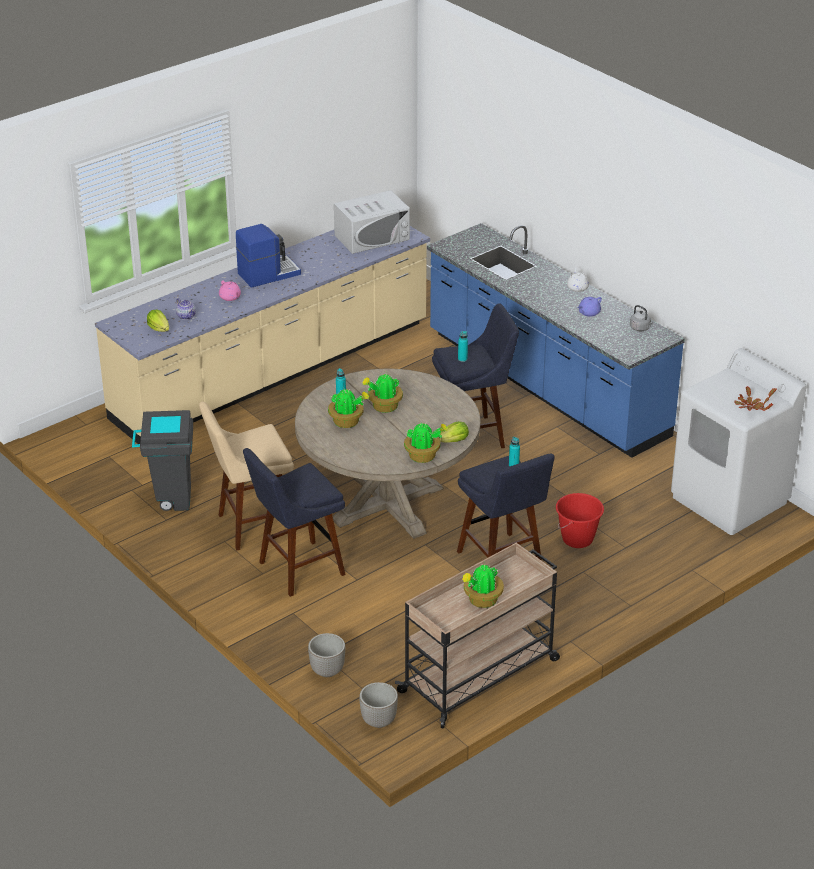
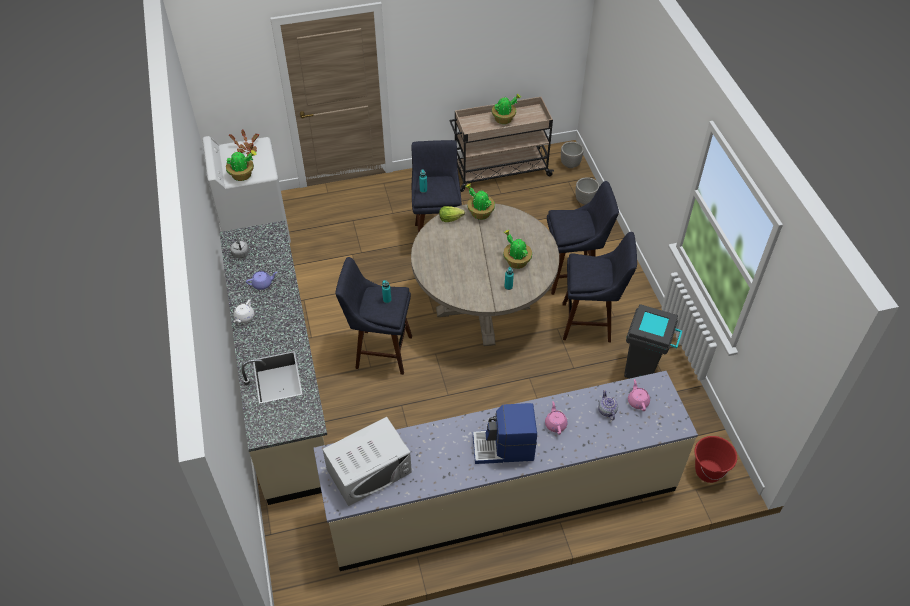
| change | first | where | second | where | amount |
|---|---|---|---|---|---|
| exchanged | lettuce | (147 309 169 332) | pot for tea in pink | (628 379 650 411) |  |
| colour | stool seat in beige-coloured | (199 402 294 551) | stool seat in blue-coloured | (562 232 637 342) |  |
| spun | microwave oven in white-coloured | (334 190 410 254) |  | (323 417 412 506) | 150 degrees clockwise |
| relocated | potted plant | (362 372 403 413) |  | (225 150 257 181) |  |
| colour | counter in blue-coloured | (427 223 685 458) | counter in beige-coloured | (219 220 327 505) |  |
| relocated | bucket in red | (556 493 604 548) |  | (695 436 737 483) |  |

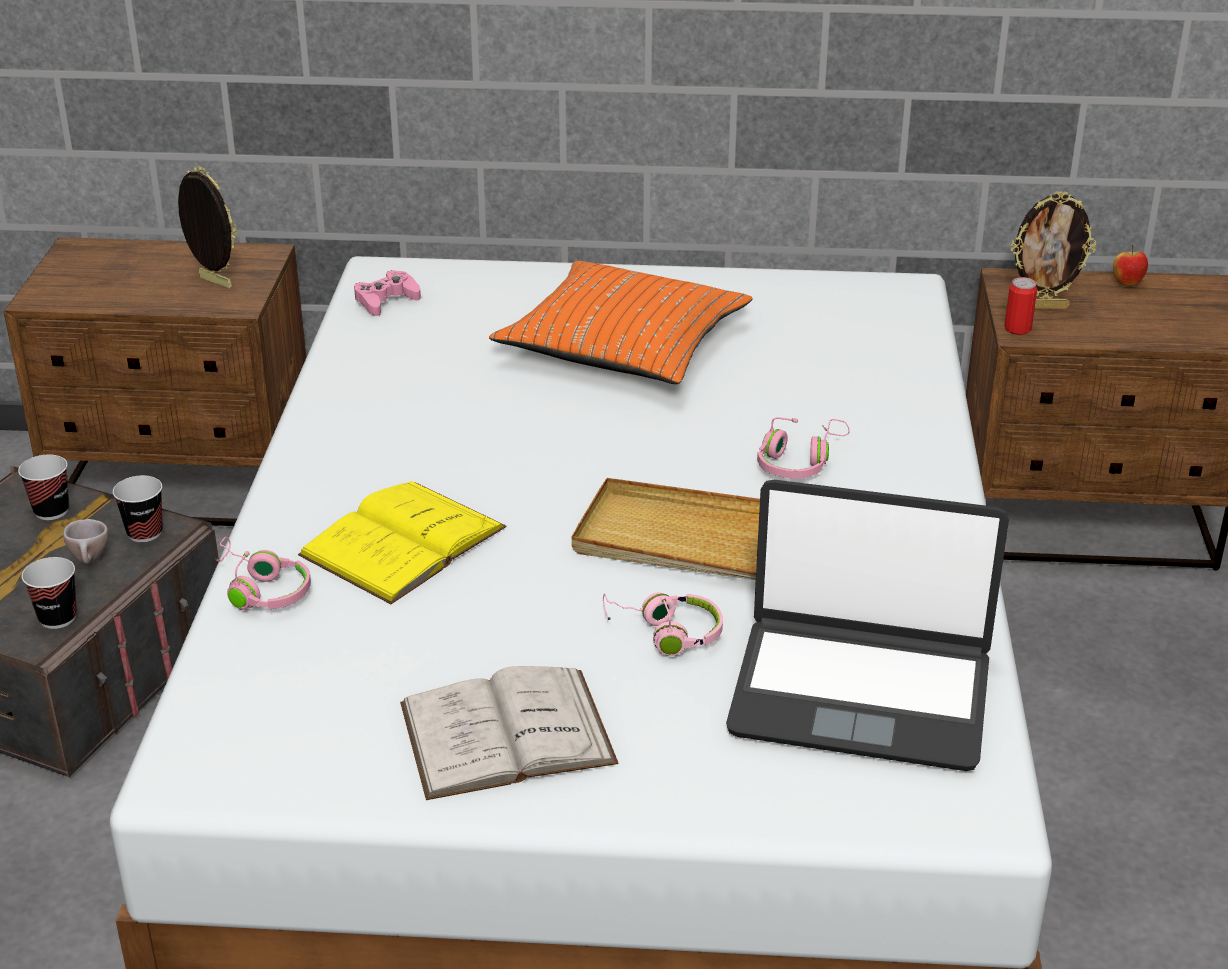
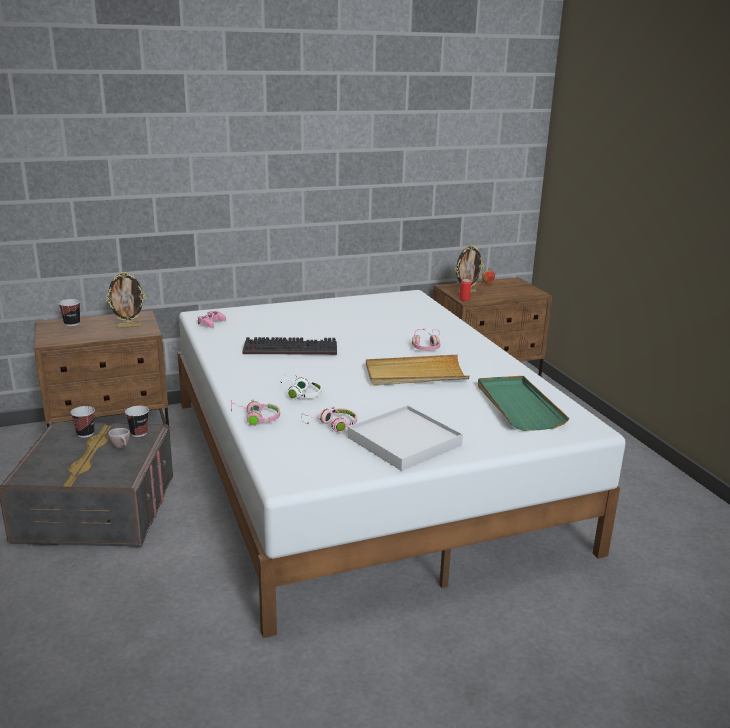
| change | first | where | second | where | amount |
|---|---|---|---|---|---|
| relocated | small cup | (21 557 77 629) |  | (59 299 80 326) |  |
| spun | picture frame | (178 166 237 289) |  | (106 272 146 328) | 150 degrees clockwise |
| exchanged | book in yellowish | (298 481 506 604) | headphones in white-coloured | (280 373 322 399) |  |
| exchanged | book in white-coloured | (400 666 618 800) | tray in white-coloured | (348 405 463 471) |  |
| missing | cushion in orangey | (489 261 753 384) |  |  |  |
| relocated | headphones in pink | (603 593 723 656) |  | (301 406 357 432) |  |
| exchanged | laptop | (726 480 1009 771) | tray in greenish | (478 376 569 431) |  |
| appeared |  |  | keyboard | (242 337 337 355) |  |

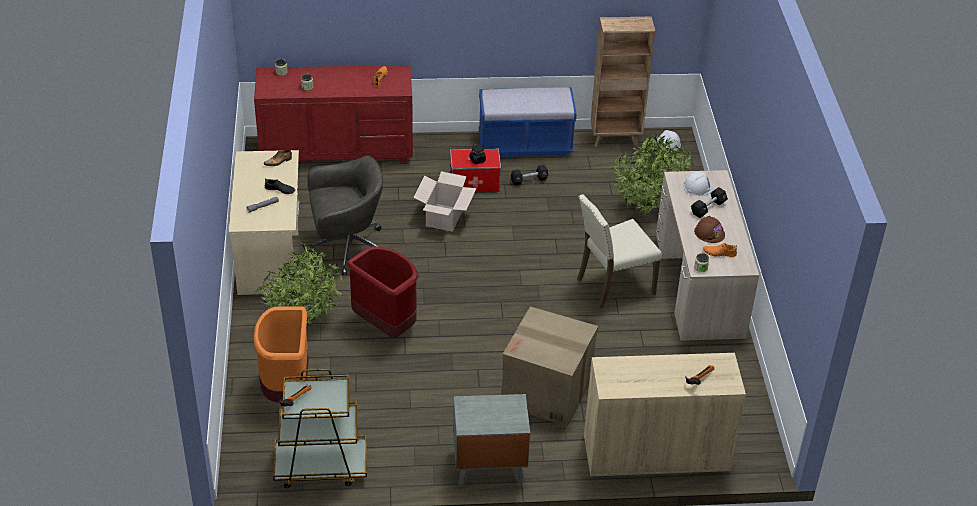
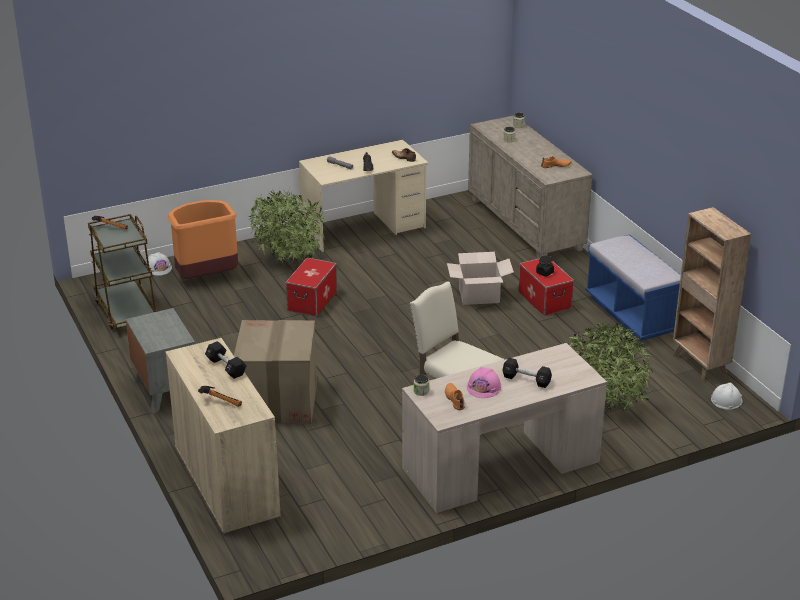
| change | first | where | second | where | amount |
|---|---|---|---|---|---|
| colour | chest of drawers in red | (254 65 413 164) | chest of drawers in beige-coloured | (468 115 593 259) |  |
| missing | office chair in grey | (307 156 383 275) |  |  |  |
| exchanged | rubbish bin in red | (347 246 418 338) | storage box | (286 258 337 317) |  |
| relocated | hand weight in blackish | (511 165 548 186) |  | (205 341 247 379) |  |
| relocated | hard hat in white-coloured | (683 172 713 196) |  | (146 252 172 276) |  |
| colour | hard hat in brownish | (694 216 725 243) | hard hat in pink | (467 367 501 398) |  |

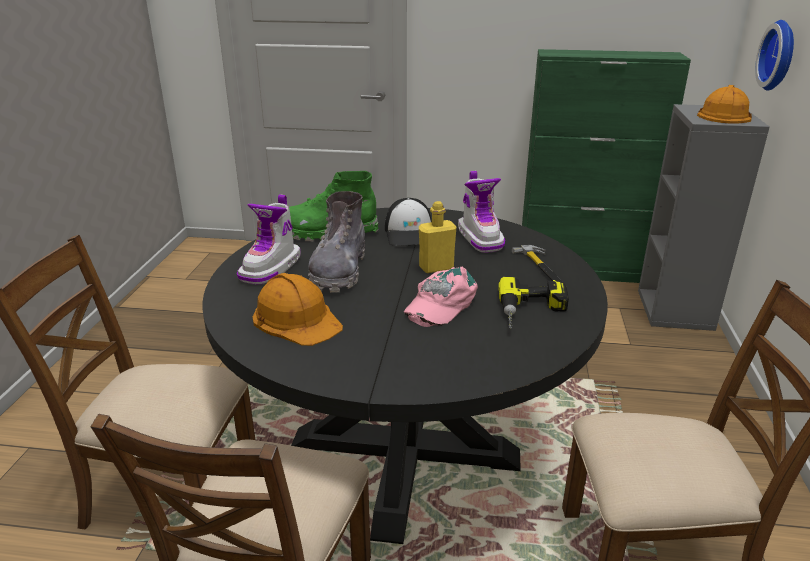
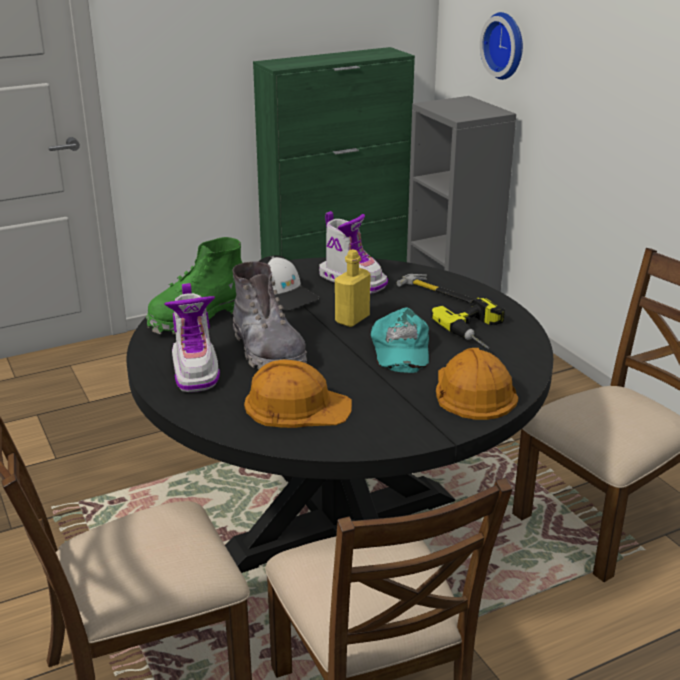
| change | first | where | second | where | amount |
|---|---|---|---|---|---|
| colour | peaked cap in pink | (404 267 478 327) | peaked cap in blue-green | (371 308 429 373) |  |
| relocated | hard hat in orangey | (697 85 752 124) |  | (436 348 518 420) |  |

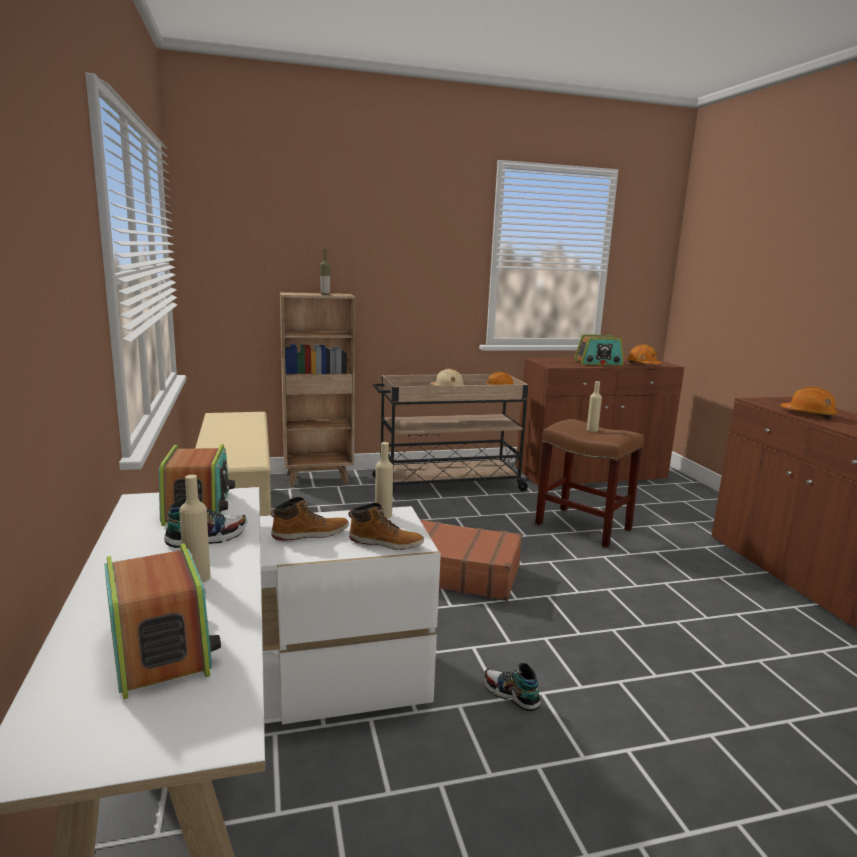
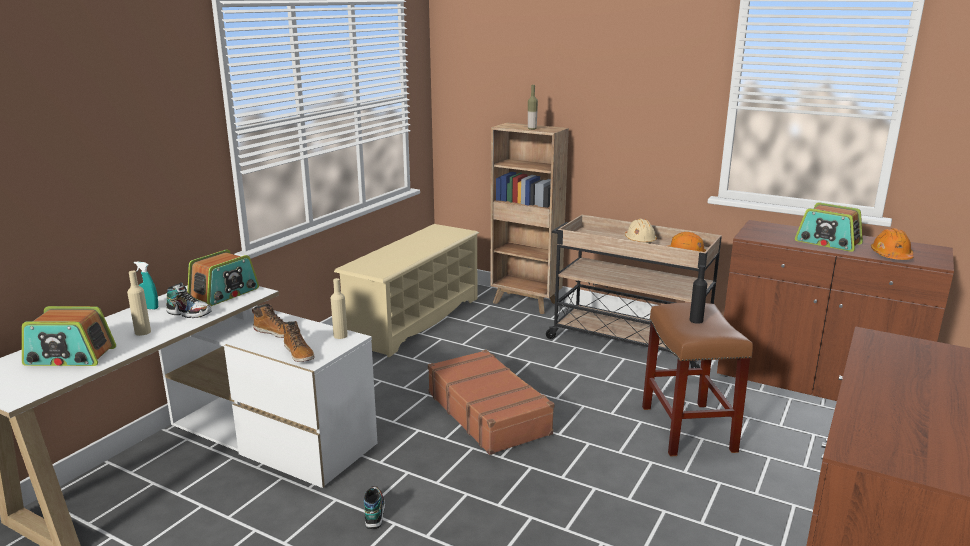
| change | first | where | second | where | amount |
|---|---|---|---|---|---|
| spun | radio | (104 543 221 700) |  | (22 306 116 366) | 75 degrees clockwise |
| colour | beverage bottle in beige-coloured | (587 381 602 432) | beverage bottle in blackish | (689 265 707 324) |  |
| missing | hard hat in orangey | (780 387 838 419) |  |  |  |
| appeared |  |  | spray bottle in blue-green | (134 261 158 310) |  |

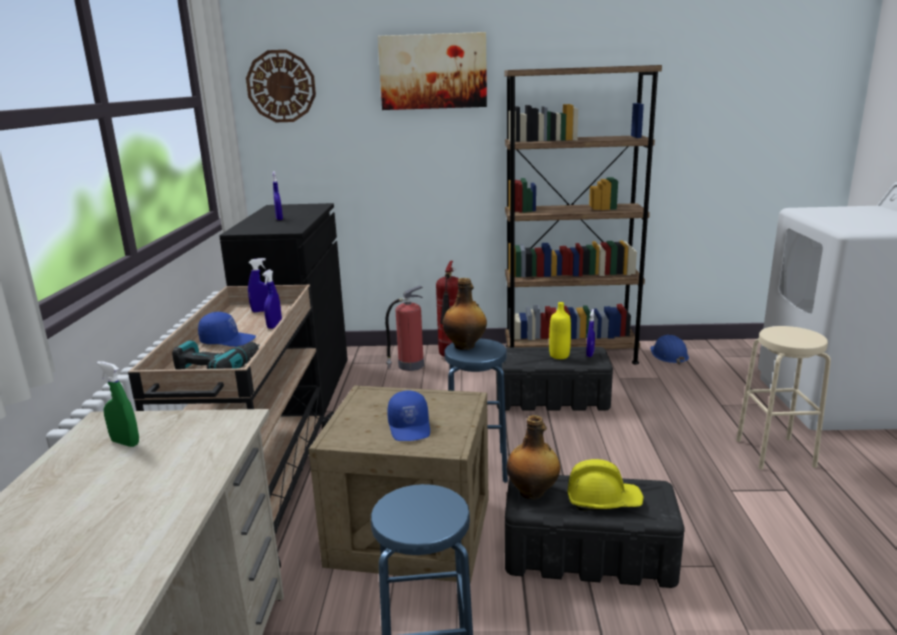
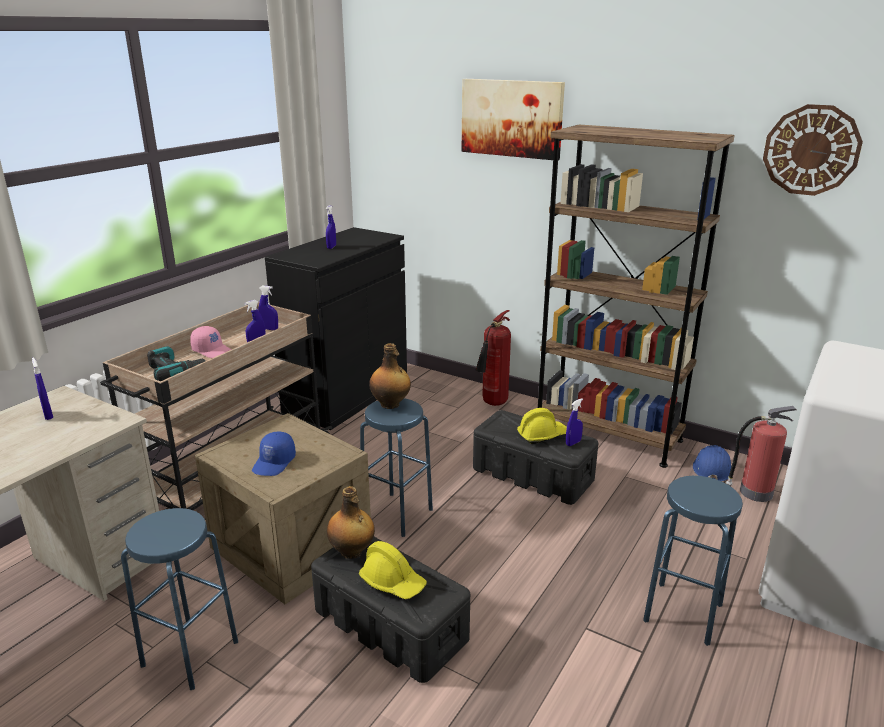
| change | first | where | second | where | amount |
|---|---|---|---|---|---|
| colour | spray bottle in greenish | (97 361 139 447) | spray bottle in blue-coloured | (32 358 53 420) |  |
| colour | peaked cap in blue-coloured | (198 312 256 347) | peaked cap in pink | (190 326 231 358) |  |
| relocated | hanging clock | (246 50 316 122) |  | (763 104 863 196) |  |
| relocated | fire-fighting cylinder | (385 285 424 371) |  | (726 406 796 502) |  |
| exchanged | beverage bottle in yellowish | (549 302 571 359) | hard hat in yellowish | (517 408 567 444) |  |
| colour | stool seat in beige-coloured | (736 326 831 470) | stool seat in blue-coloured | (643 476 743 646) |  |

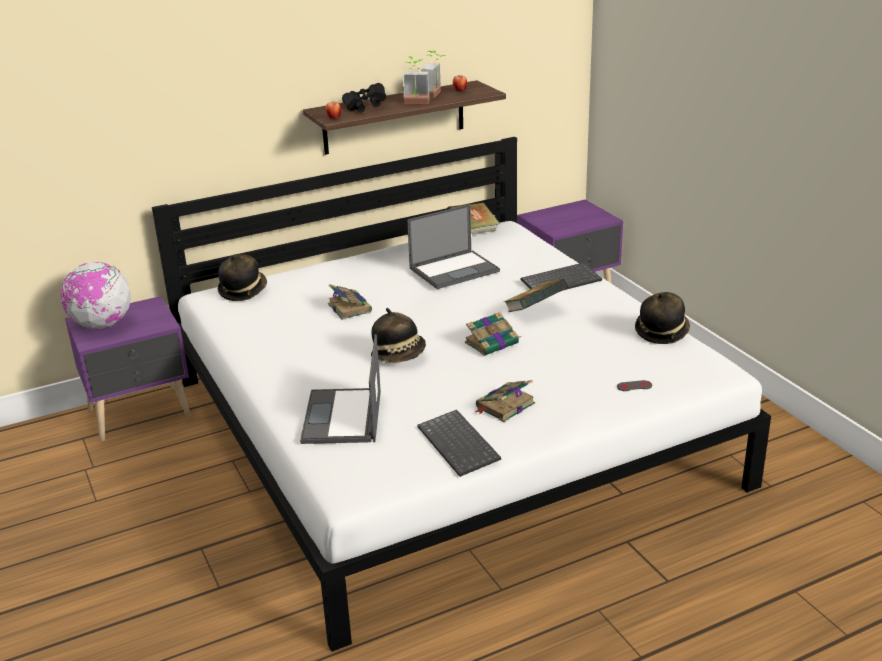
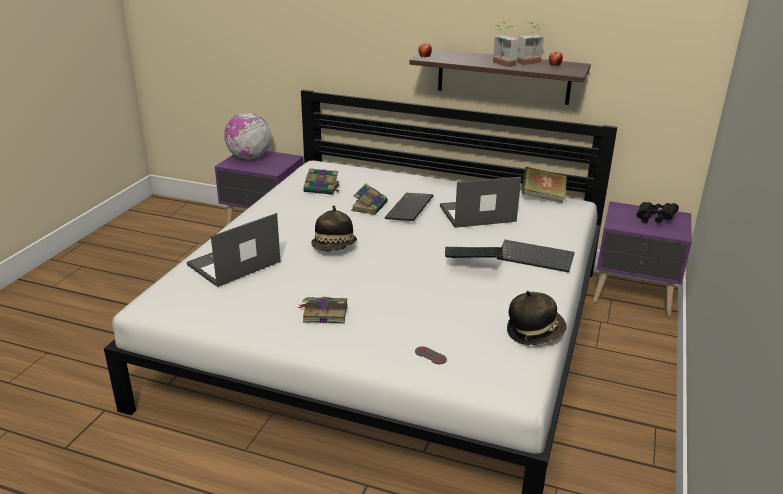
| change | first | where | second | where | amount |
|---|---|---|---|---|---|
| missing | clothing hat | (218 254 267 301) |  |  |  |
| relocated | binoculars in blackish | (342 83 387 112) |  | (636 202 679 224) |  |
| spun | laptop | (407 204 500 289) |  | (440 177 521 228) | 150 degrees clockwise |
| relocated | keyboard | (417 410 501 477) |  | (385 193 434 221) |  |
| relocated | book | (465 312 521 356) |  | (303 168 340 195) |  |

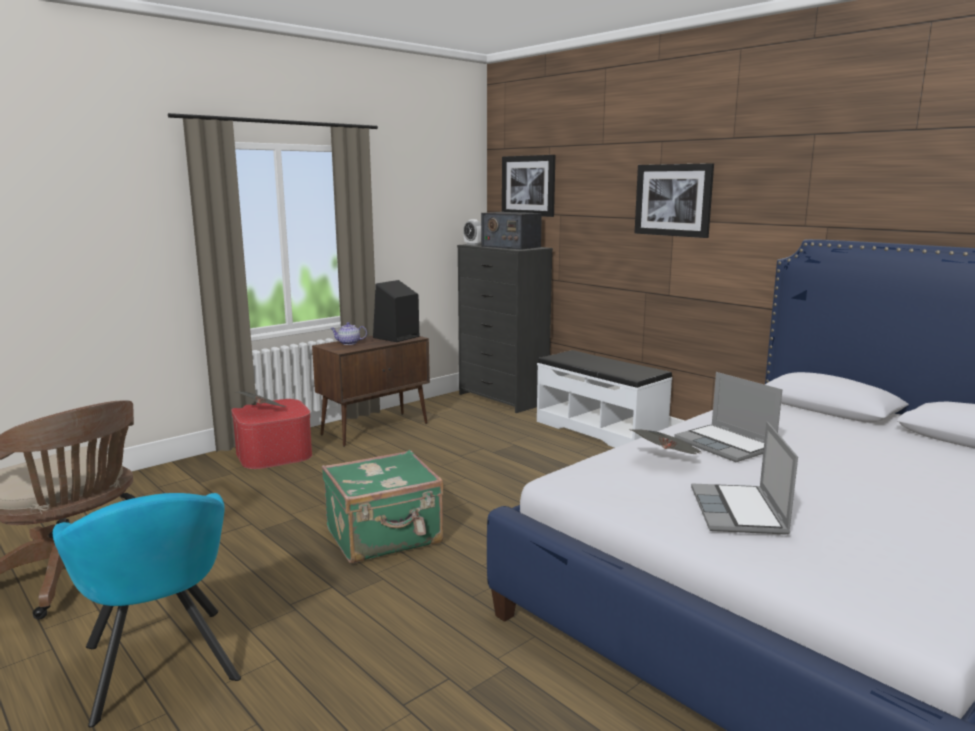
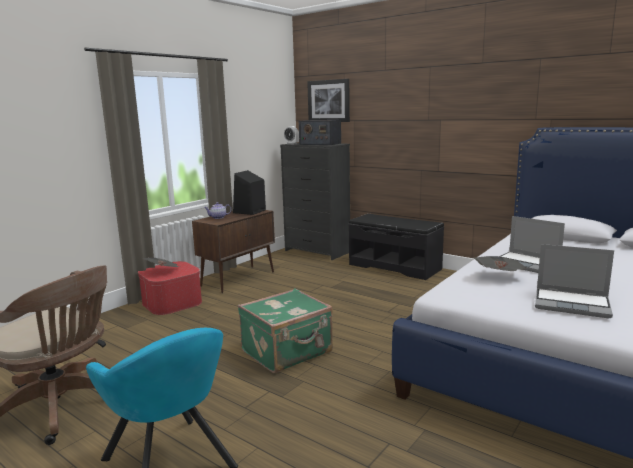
| change | first | where | second | where | amount |
|---|---|---|---|---|---|
| colour | indoor bench in white-coloured | (537 350 672 448) | indoor bench in blackish | (348 214 444 280) |  |
| missing | picture | (635 163 714 238) |  |  |  |
| spun | laptop | (691 422 798 535) |  | (535 244 614 318) | 60 degrees counterclockwise |

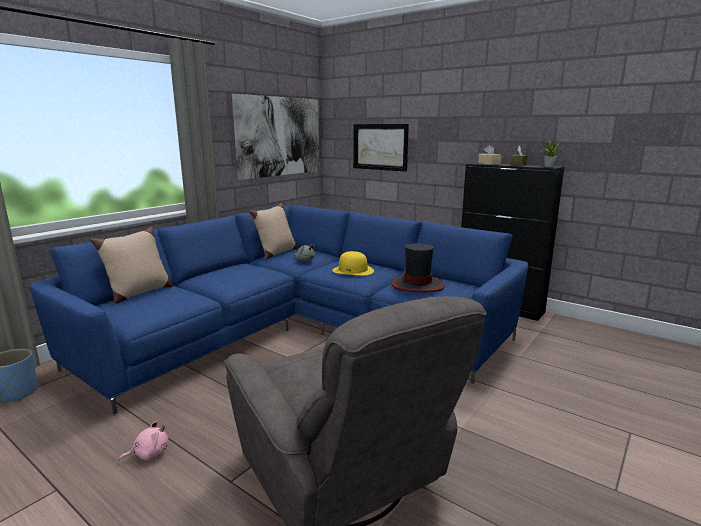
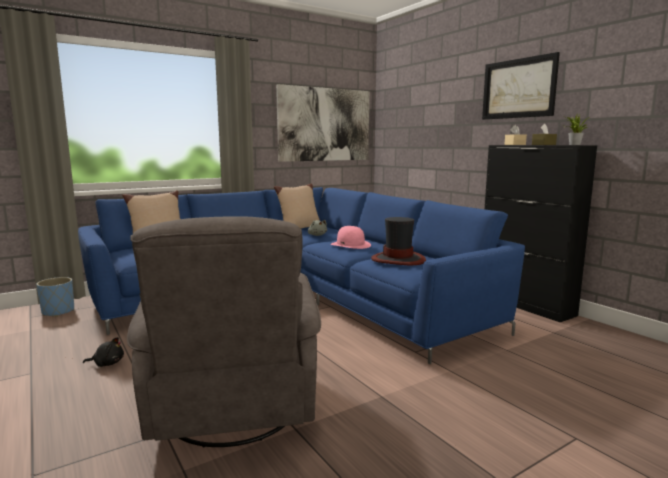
| change | first | where | second | where | amount |
|---|---|---|---|---|---|
| colour | plush toy in pink | (119 421 168 460) | plush toy in blackish | (83 337 124 367) |  |
| colour | clothing hat in yellowish | (332 251 374 275) | clothing hat in pink | (331 226 371 249) |  |
| relocated | picture | (353 124 409 172) |  | (482 52 560 120) |  |

